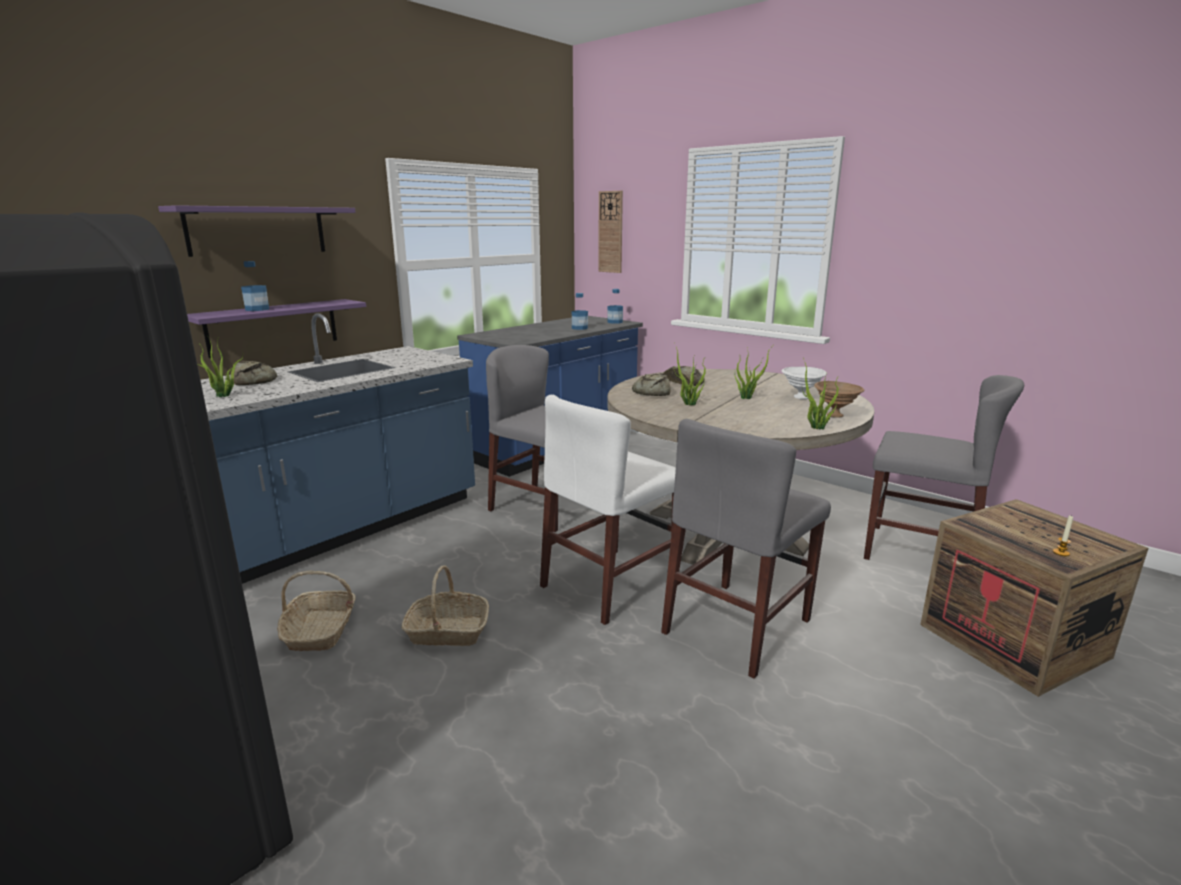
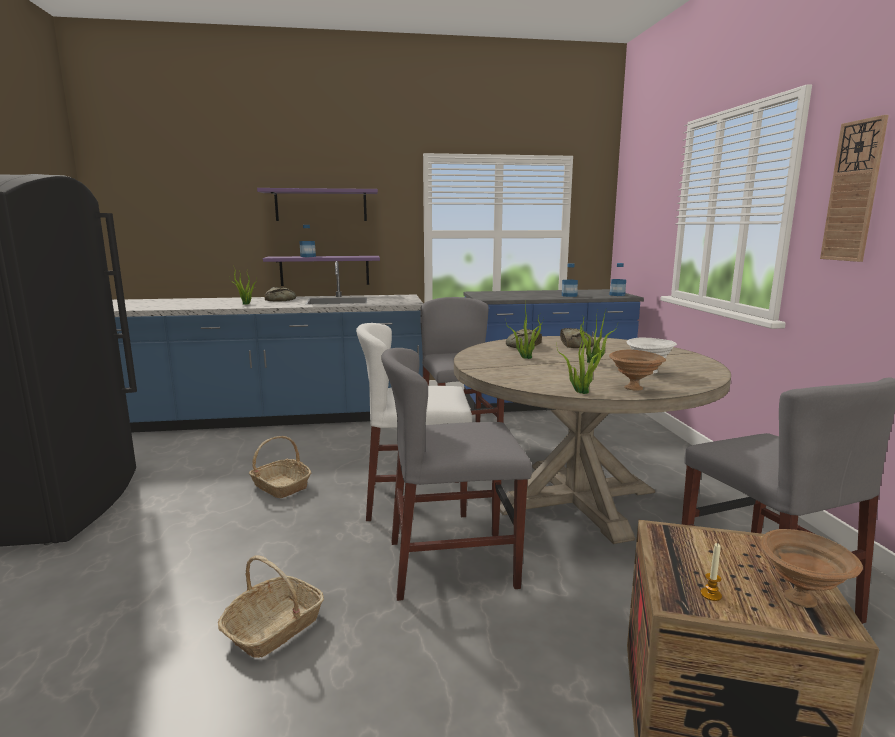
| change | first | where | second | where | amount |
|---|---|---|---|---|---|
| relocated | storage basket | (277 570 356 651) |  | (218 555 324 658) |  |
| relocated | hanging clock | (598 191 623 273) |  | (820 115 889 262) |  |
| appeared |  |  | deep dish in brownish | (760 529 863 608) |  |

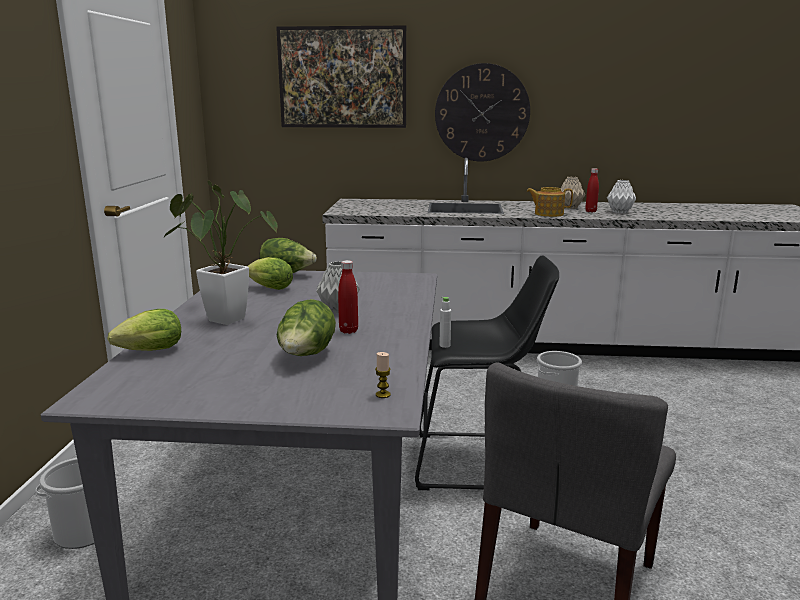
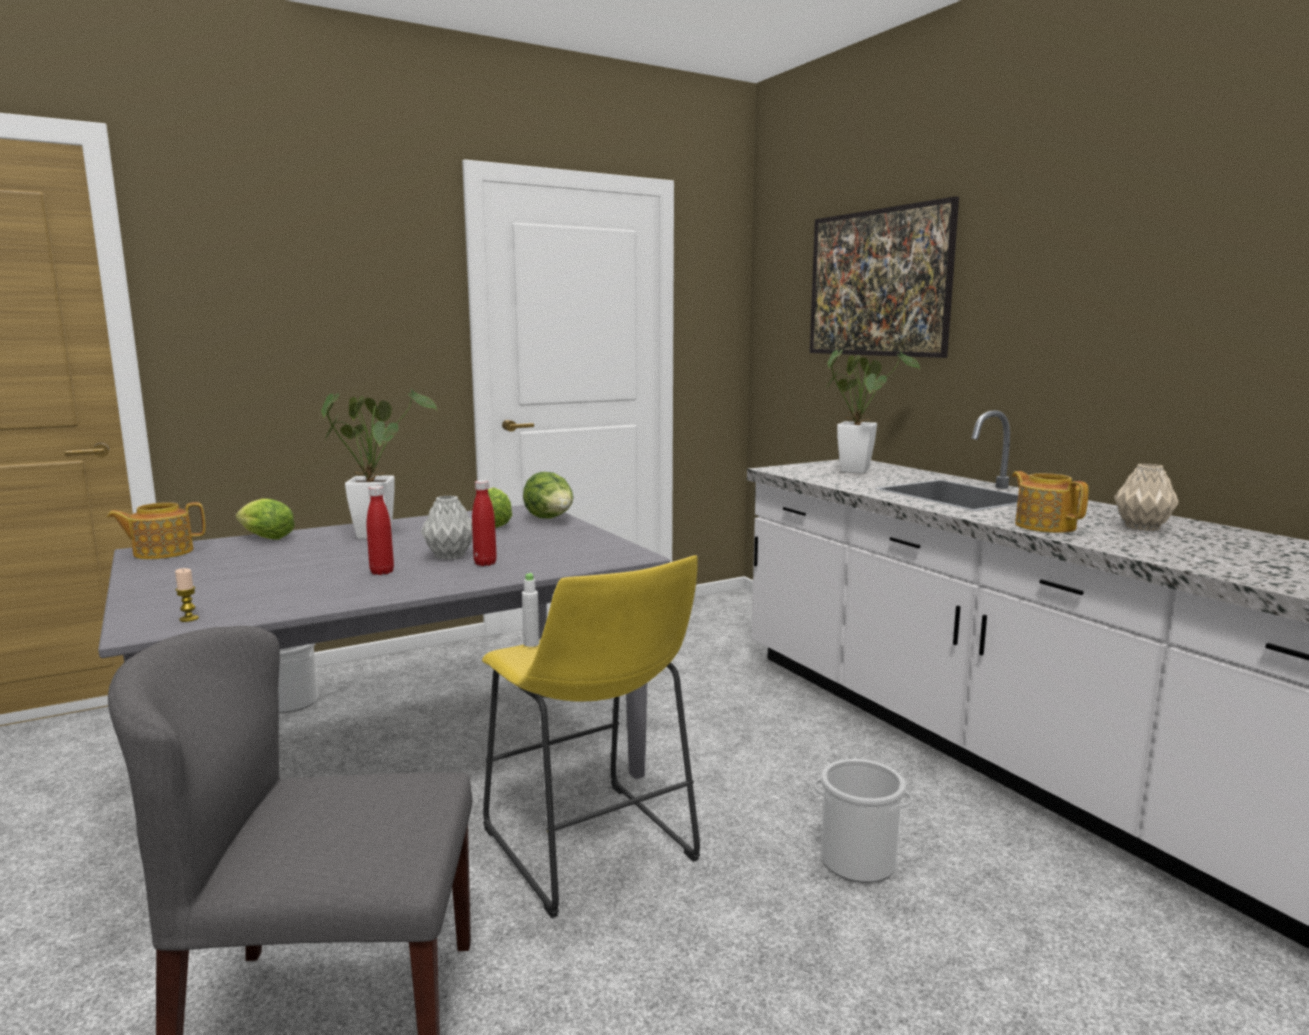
| change | first | where | second | where | amount |
|---|---|---|---|---|---|
| missing | lettuce | (277 299 336 356) |  |  |  |
| colour | stool seat in blackish | (415 255 559 490) | stool seat in yellowish | (482 555 700 918) |  |
| missing | hanging clock | (435 63 530 161) |  |  |  |
| relocated | beverage bottle in red | (585 168 599 212) |  | (472 480 497 566) |  |
| missing | decorative vase in white-coloured | (607 180 636 213) |  |  |  |
| appeared |  |  | pot for tea | (107 502 206 559) |  |
| appeared |  |  | potted plant | (825 350 920 474) |  |

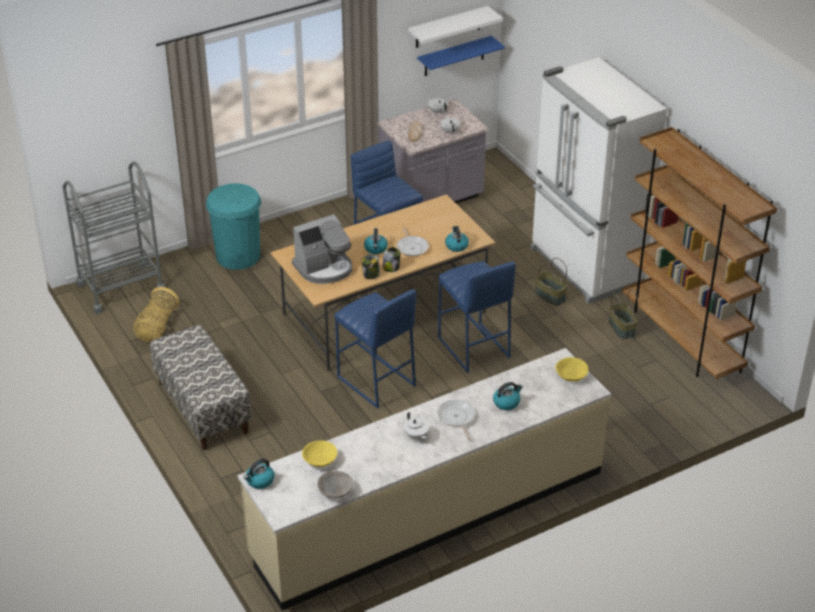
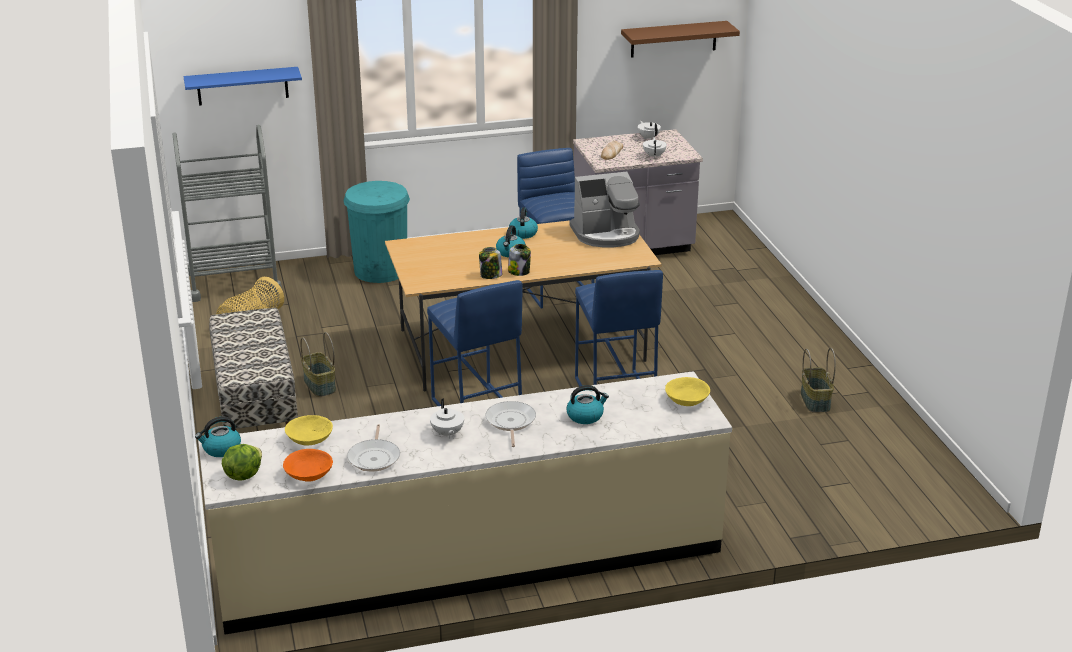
| change | first | where | second | where | amount |
|---|---|---|---|---|---|
| relocated | coffee brewer | (292 214 352 284) |  | (570 172 640 247) |  |
| colour | deep dish in grey | (317 471 354 498) | deep dish in orangey | (283 449 333 481) |  |
| relocated | frying pan | (397 227 429 256) |  | (347 424 400 472) |  |
| colour | bracket shelf in white-coloured | (408 6 503 48) | bracket shelf in brownish | (621 21 740 58) |  |
| relocated | bracket shelf in blue-coloured | (417 36 505 76) |  | (183 67 302 106) |  |
| relocated | kettle | (445 226 469 252) |  | (509 207 538 239) |  |
| missing | refrigerator in white-coloured | (530 57 667 304) |  |  |  |
| relocated | storage basket | (535 258 568 306) |  | (300 332 336 397) |  |
| missing | bookcase in brownish | (622 127 777 379) |  |  |  |
| appeared |  |  | lettuce | (222 444 262 480) |  |

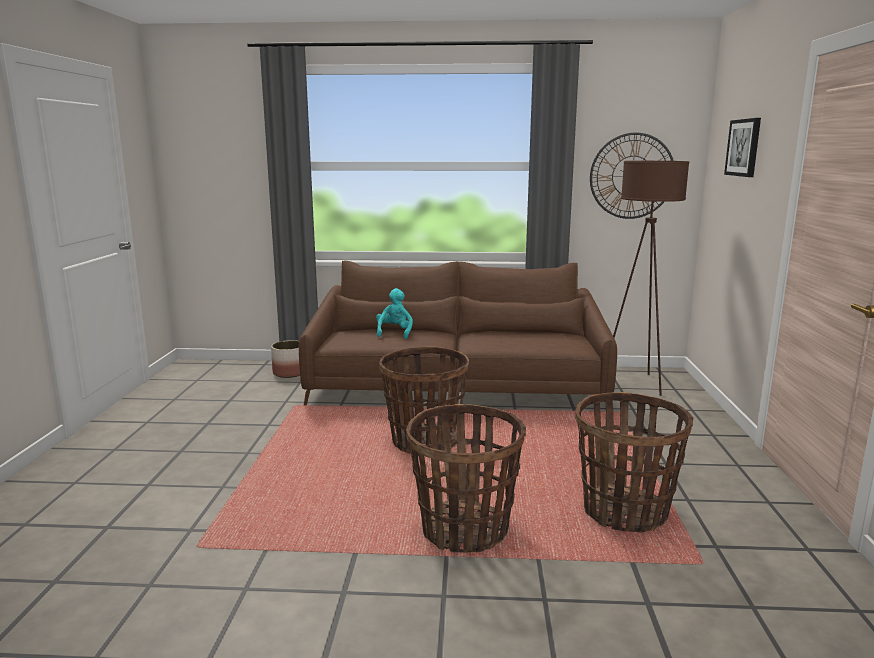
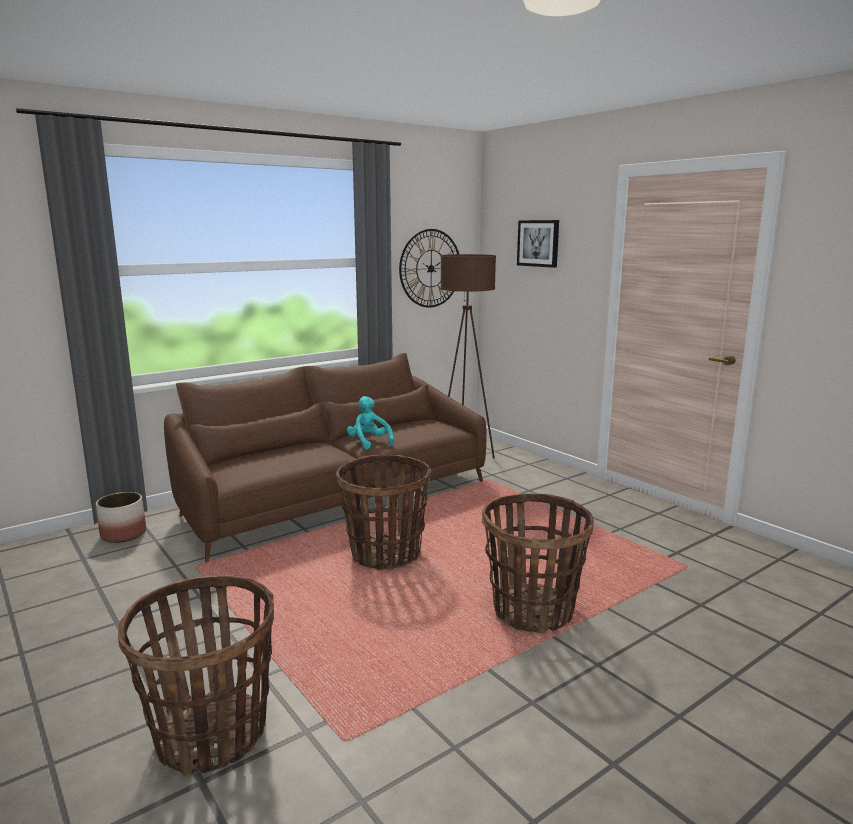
| change | first | where | second | where | amount |
|---|---|---|---|---|---|
| relocated | plush toy in blue-green | (376 288 413 339) |  | (347 396 394 450) |  |
| relocated | storage basket | (575 392 694 533) |  | (118 576 274 776) |  |

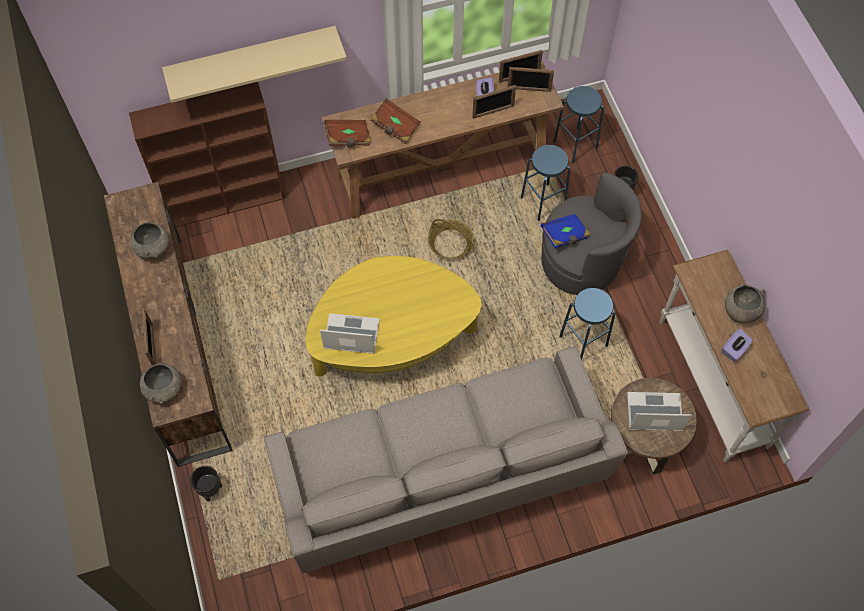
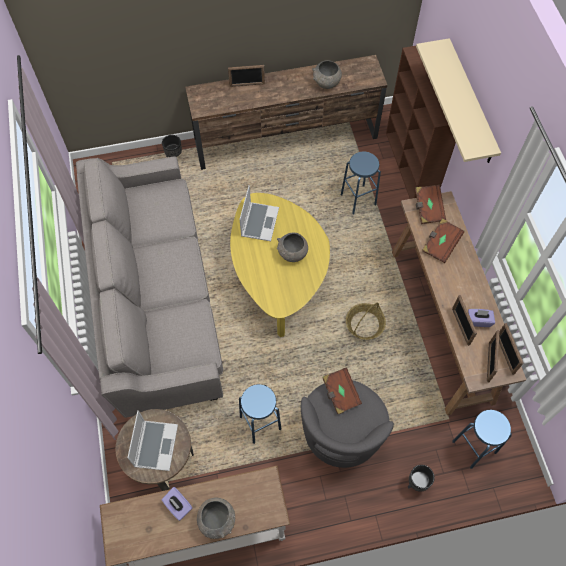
| change | first | where | second | where | amount |
|---|---|---|---|---|---|
| relocated | deep dish in grey | (140 363 181 404) |  | (277 233 308 262) |  |
| relocated | stool seat in blue-coloured | (521 145 571 221) |  | (341 152 381 214) |  |
| colour | book in blue-coloured | (541 214 590 248) | book in brownish | (322 367 362 414) |  |

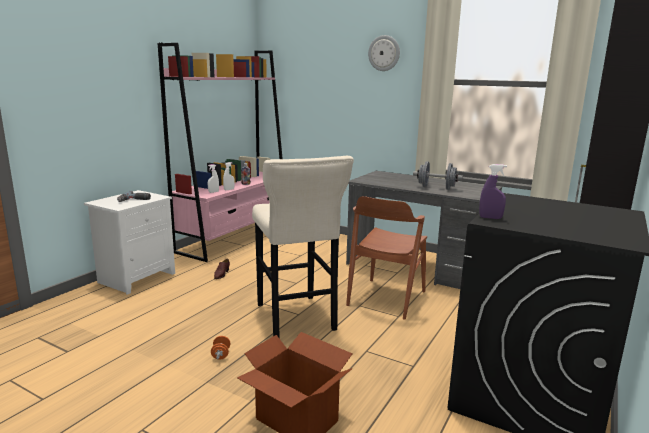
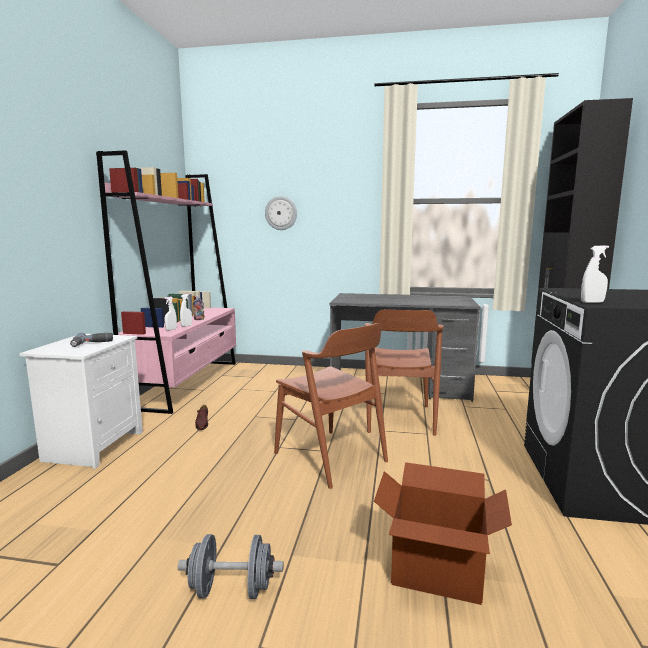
| change | first | where | second | where | amount |
|---|---|---|---|---|---|
| missing | hand weight in orangey | (211 336 230 360) |  |  |  |
| exchanged | stool seat in beige-coloured | (252 156 354 339) | upright chair in brownish | (274 323 388 489) |  |
| relocated | hanging clock | (368 35 400 71) |  | (265 196 297 230) |  |
| relocated | hand weight in grey | (413 161 463 190) |  | (178 534 284 599) |  |
| colour | spray bottle in purple-coloured | (479 164 507 219) | spray bottle in white-coloured | (581 245 609 303) |  |

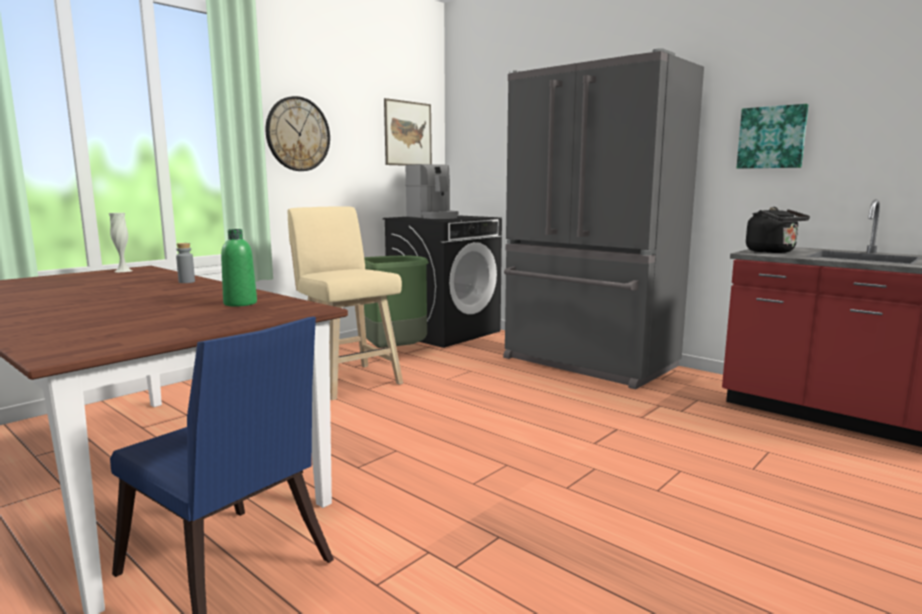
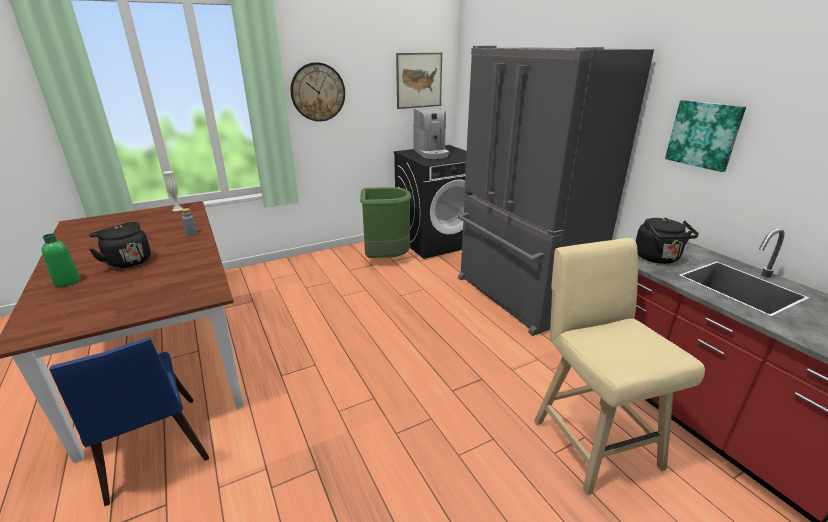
| change | first | where | second | where | amount |
|---|---|---|---|---|---|
| relocated | beverage bottle in greenish | (221 229 257 307) |  | (42 234 80 287) |  |
| relocated | stool seat in beige-coloured | (288 206 403 400) |  | (534 238 705 495) |  |
| appeared |  |  | kettle in blackish | (89 222 151 269) |  |

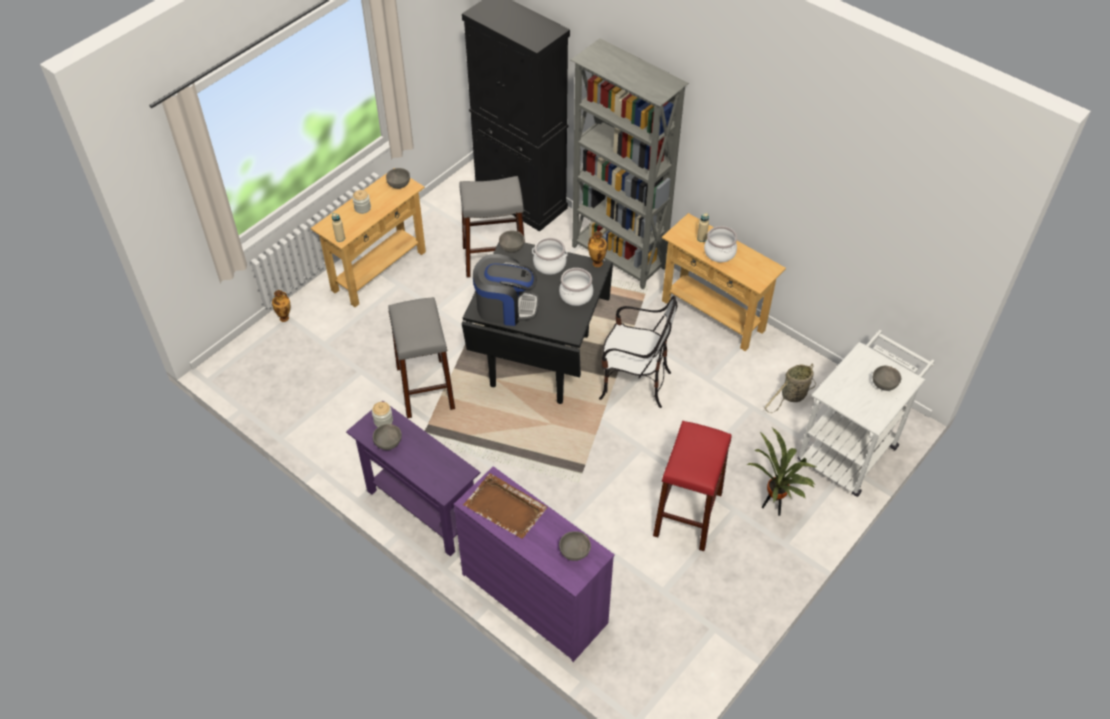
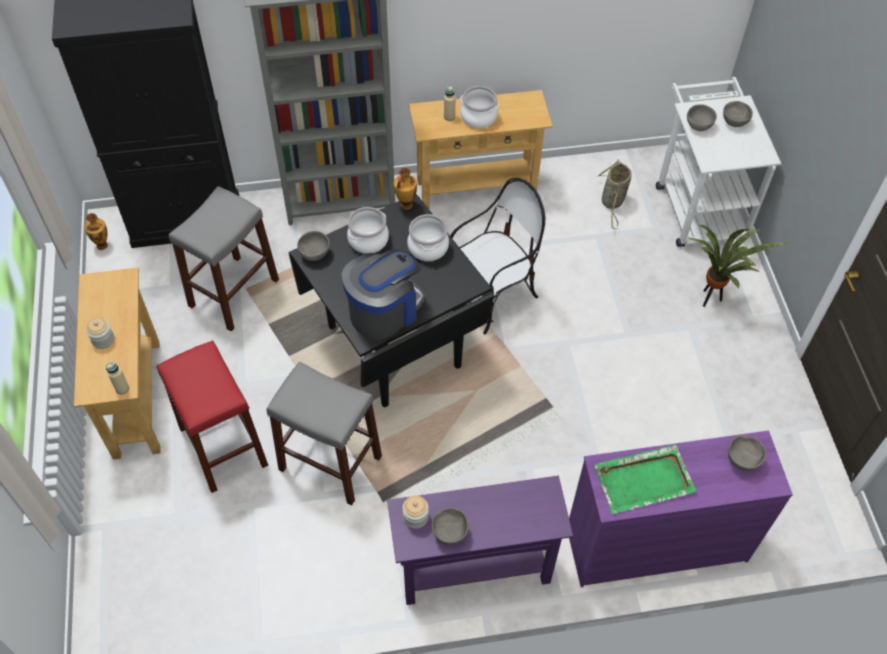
| change | first | where | second | where | amount |
|---|---|---|---|---|---|
| relocated | decorative vase | (272 290 290 322) |  | (85 213 108 250) |  |
| relocated | deep dish in grey | (386 168 410 189) |  | (687 104 717 131) |  |
| colour | tray in brownish | (463 473 548 539) | tray in greenish | (595 445 697 515) |  |
| relocated | stool seat in red | (653 421 732 551) |  | (157 340 268 493) |  |

